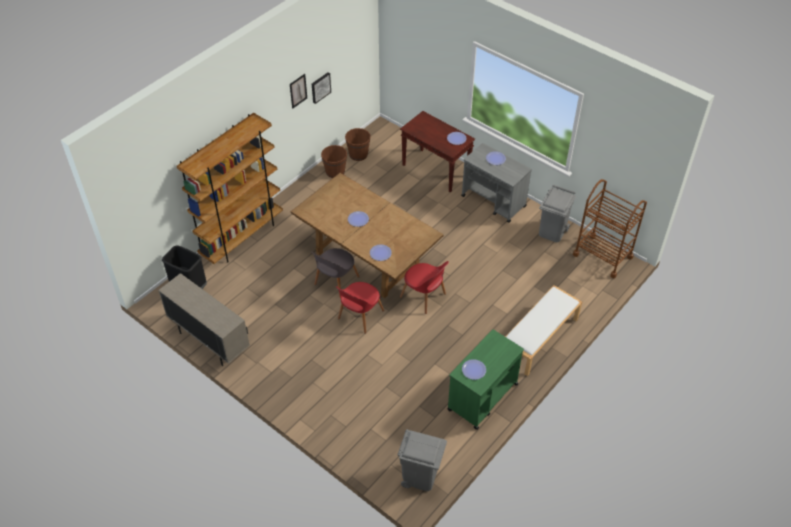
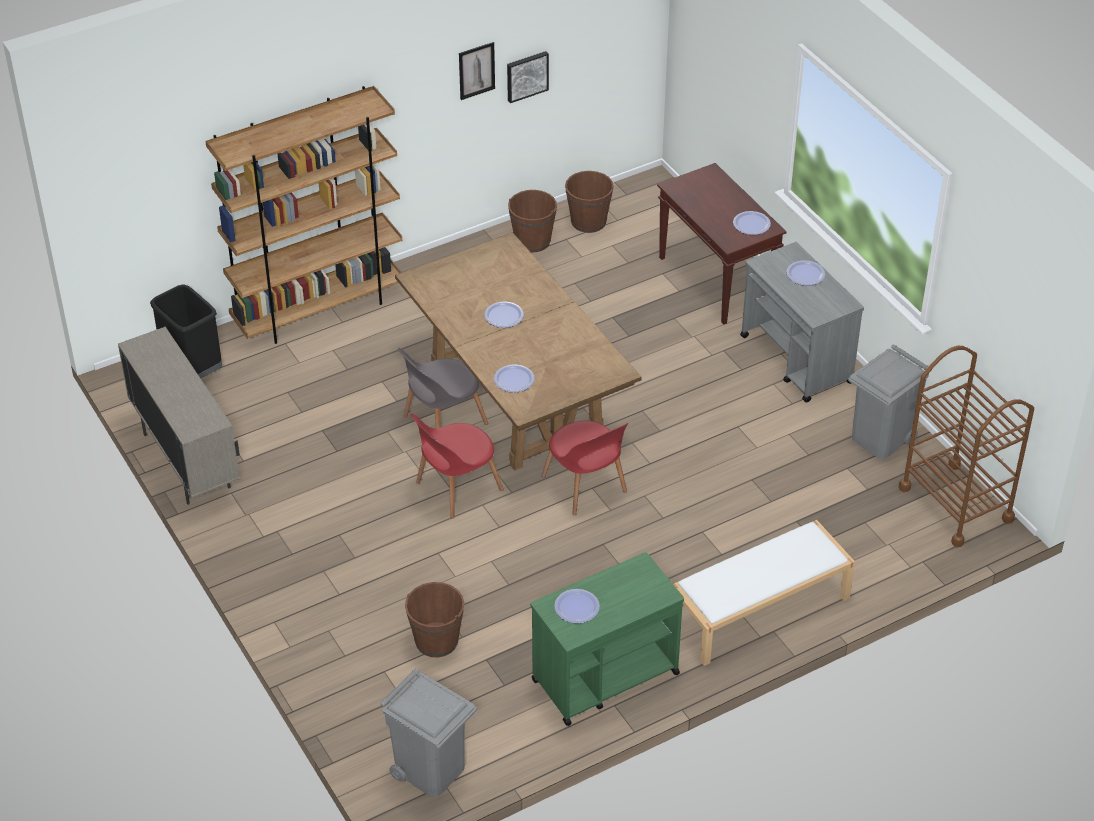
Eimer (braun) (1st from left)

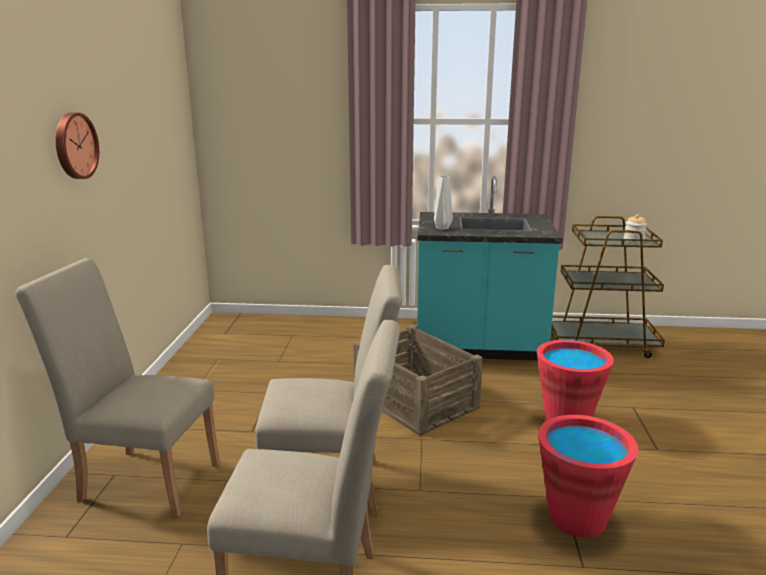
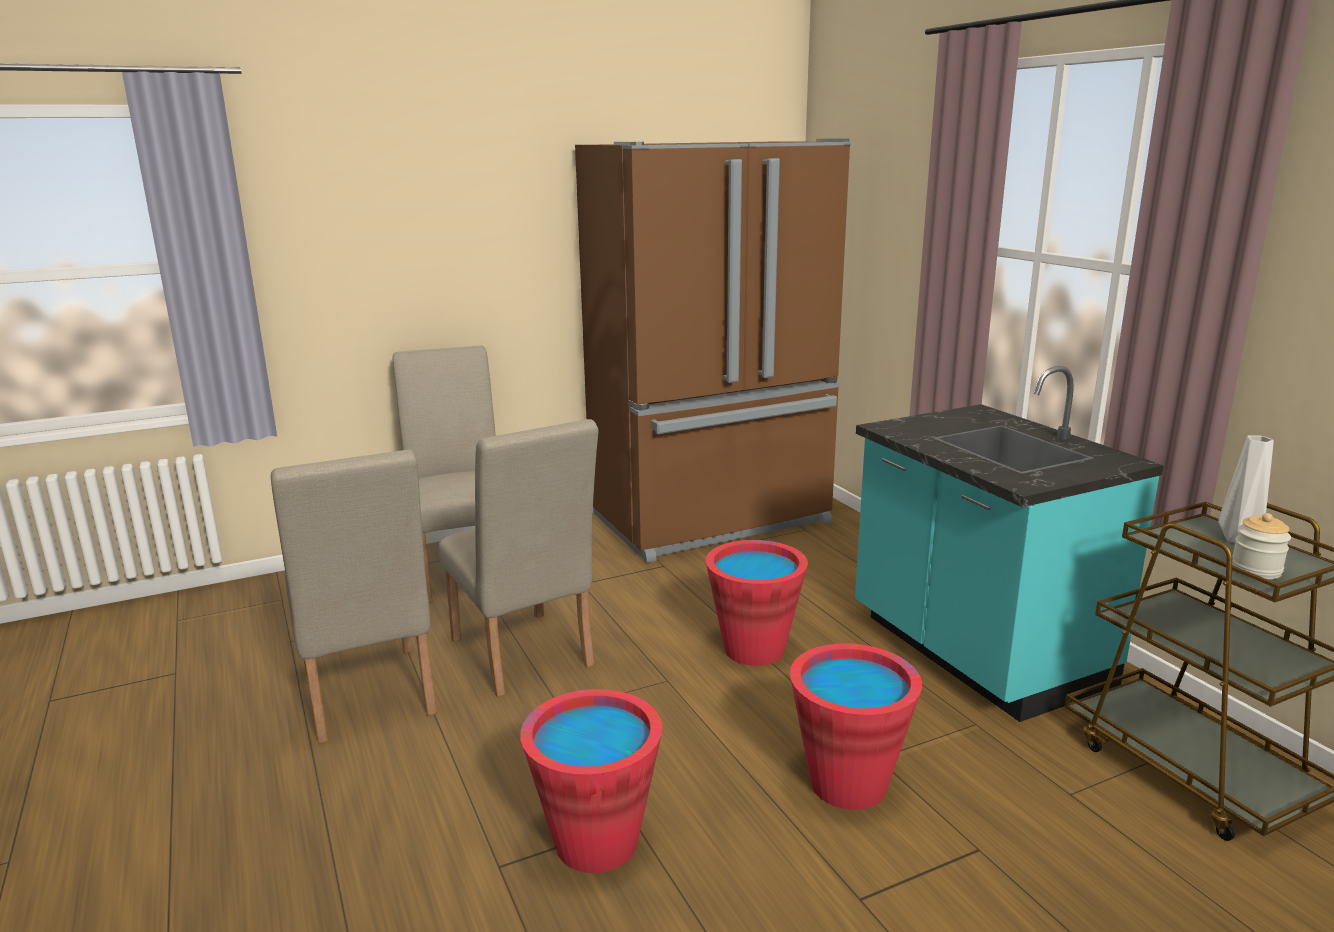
Wanduhr
Vase (grau)
Eimer (rot) (2nd from left)
Kühlschrank (braun)

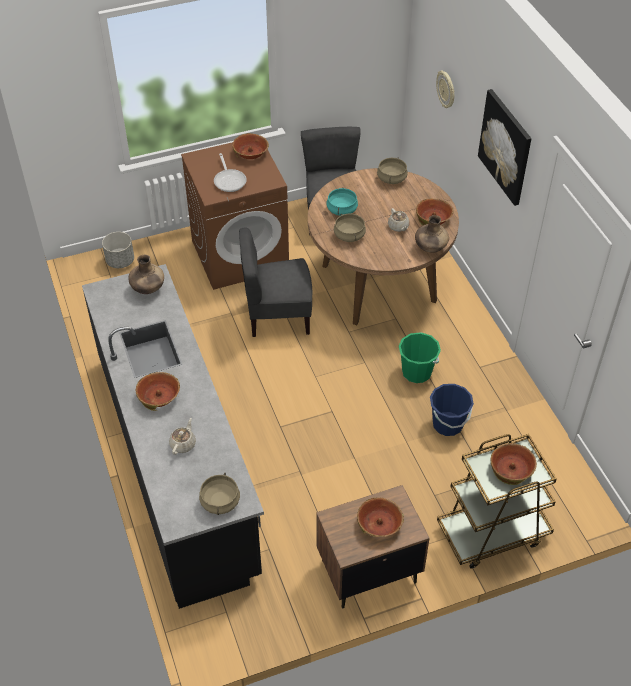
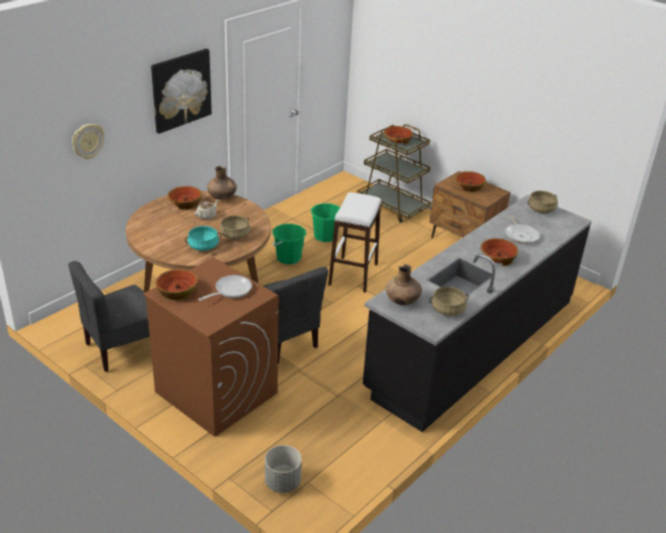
Kochtopf (beige) (2nd from left)
Eimer (grün) (2nd from left)
Pfanne (2nd from left)
Hocker (weiß)

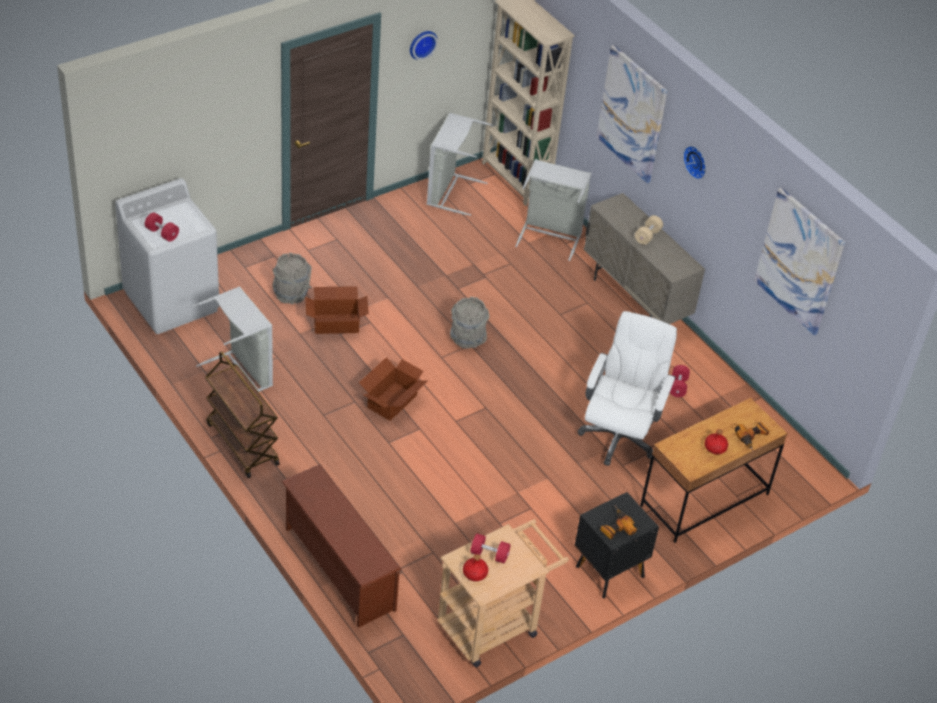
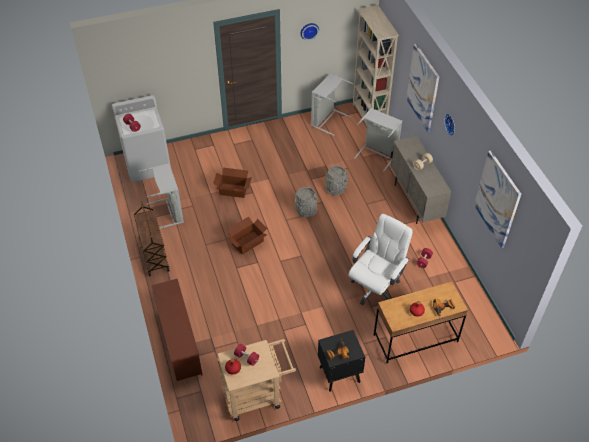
Eimer (grau) (2nd from left)

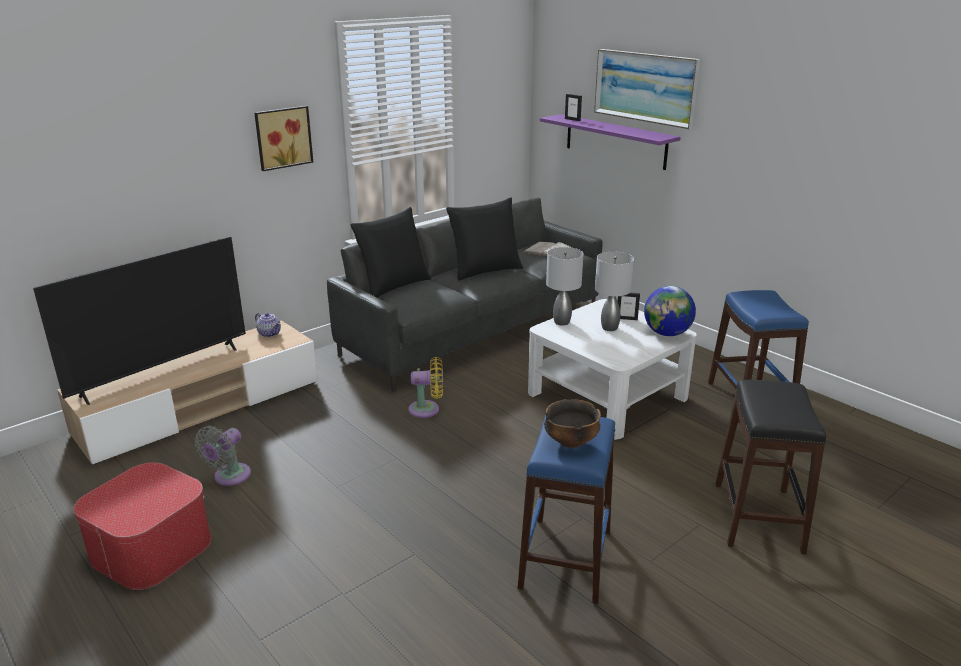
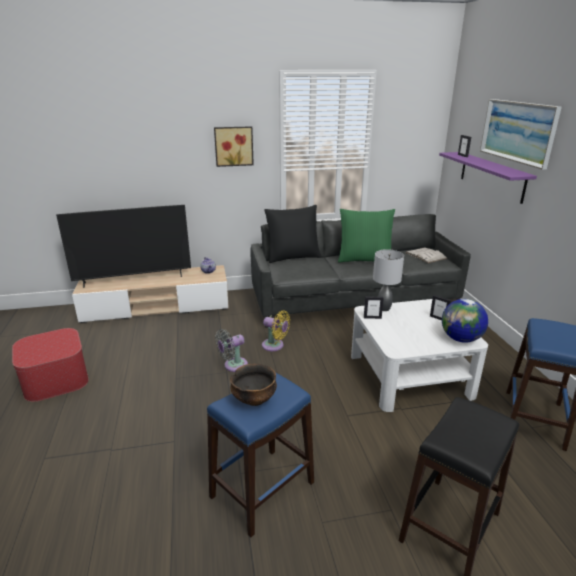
Kissen (grün)
Tischlampe (grau) (2nd from left in the first image)
Ventilator (grau)
Bilderrahmen (1st from left)

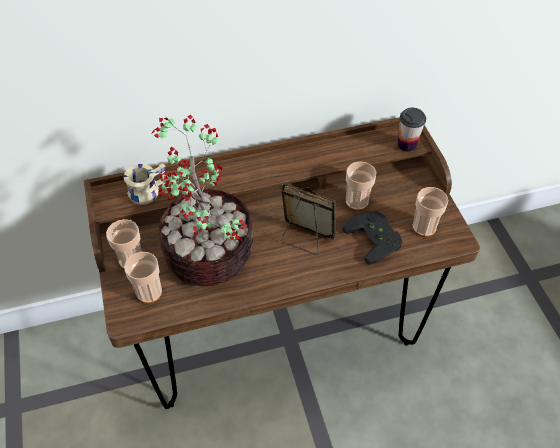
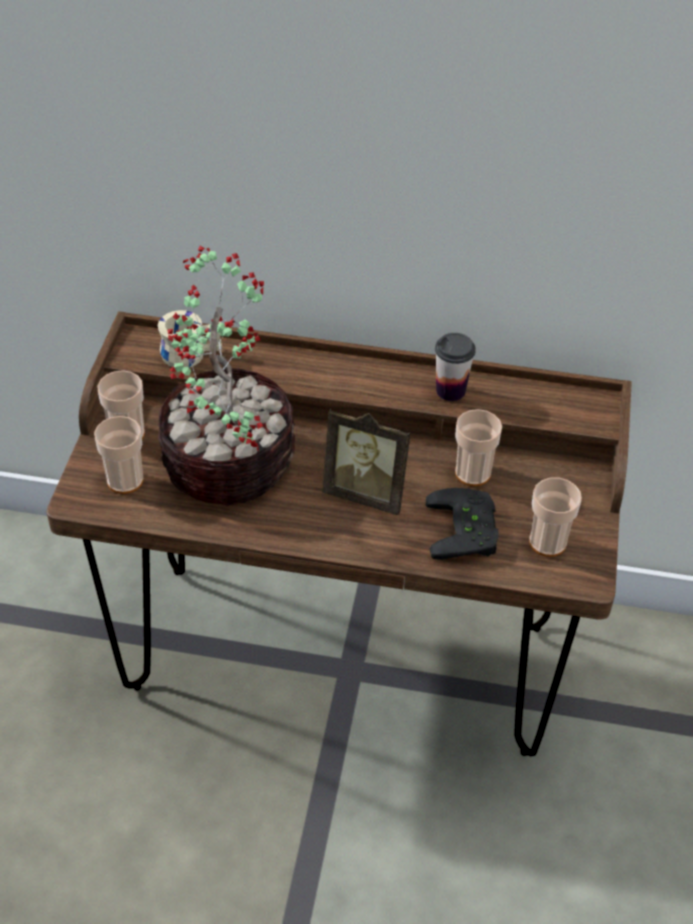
Tasse (3rd from left)
Bilderrahmen

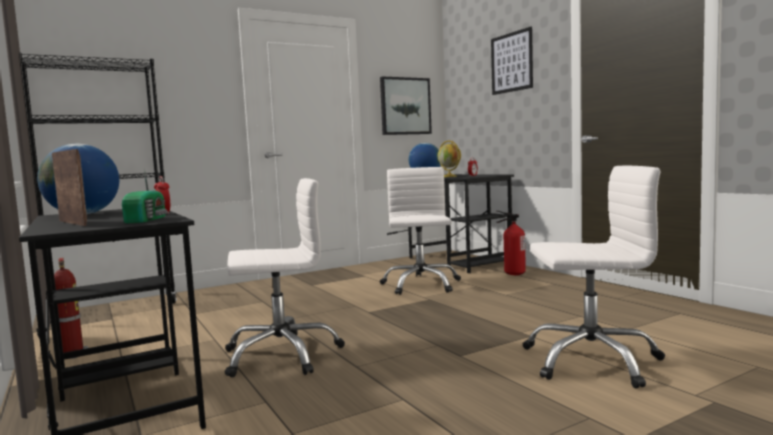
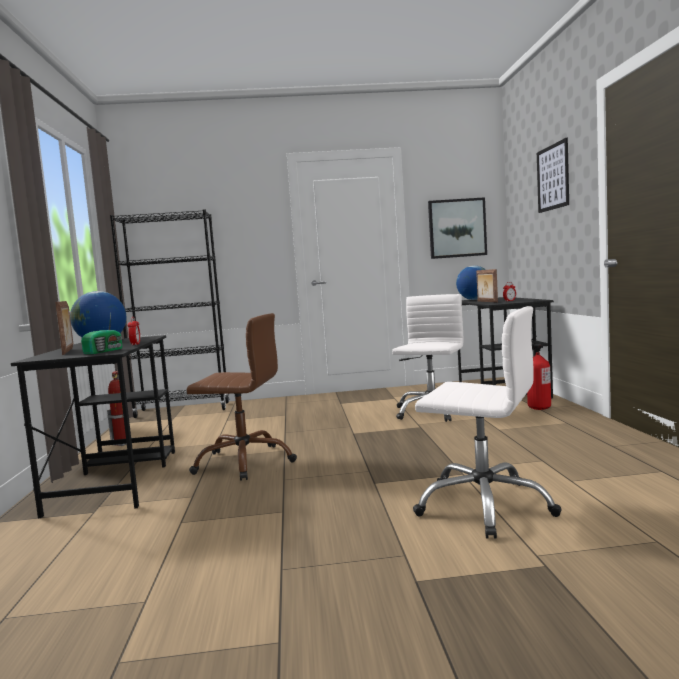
Bilderrahmen (2nd from left)
Bürostuhl (braun)

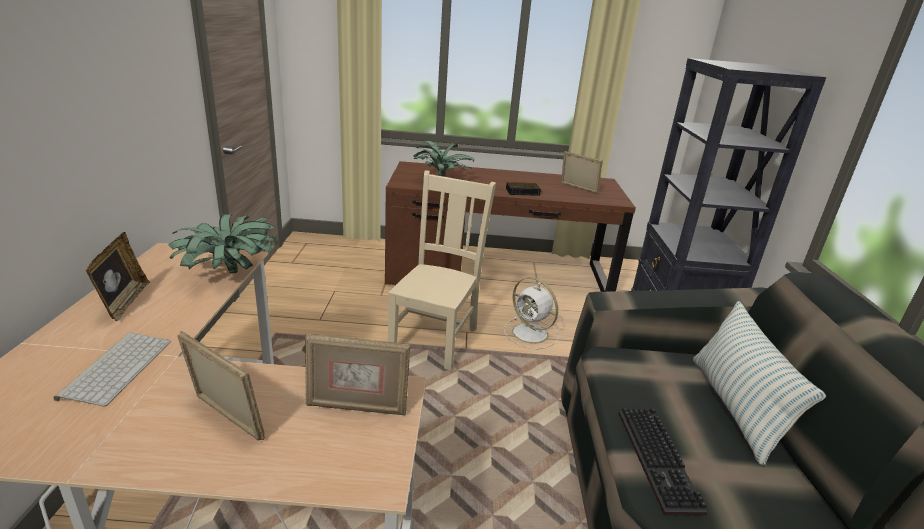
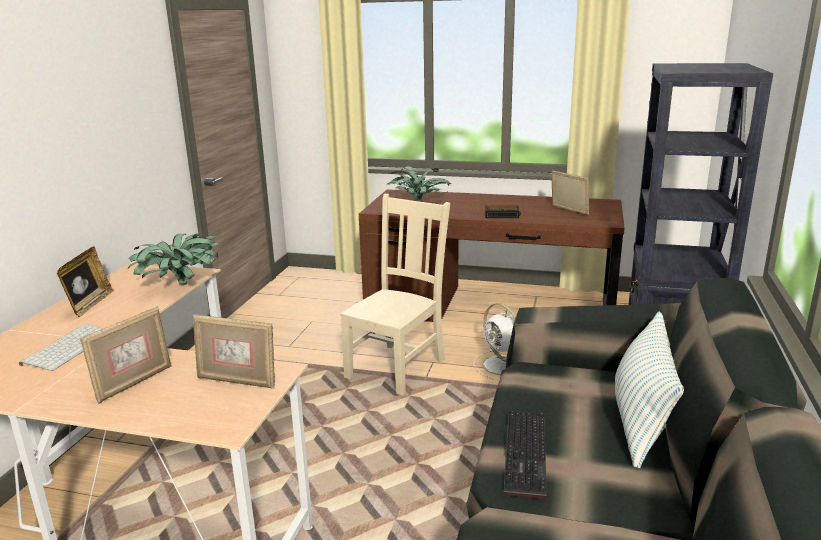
Bilderrahmen (2nd from left)

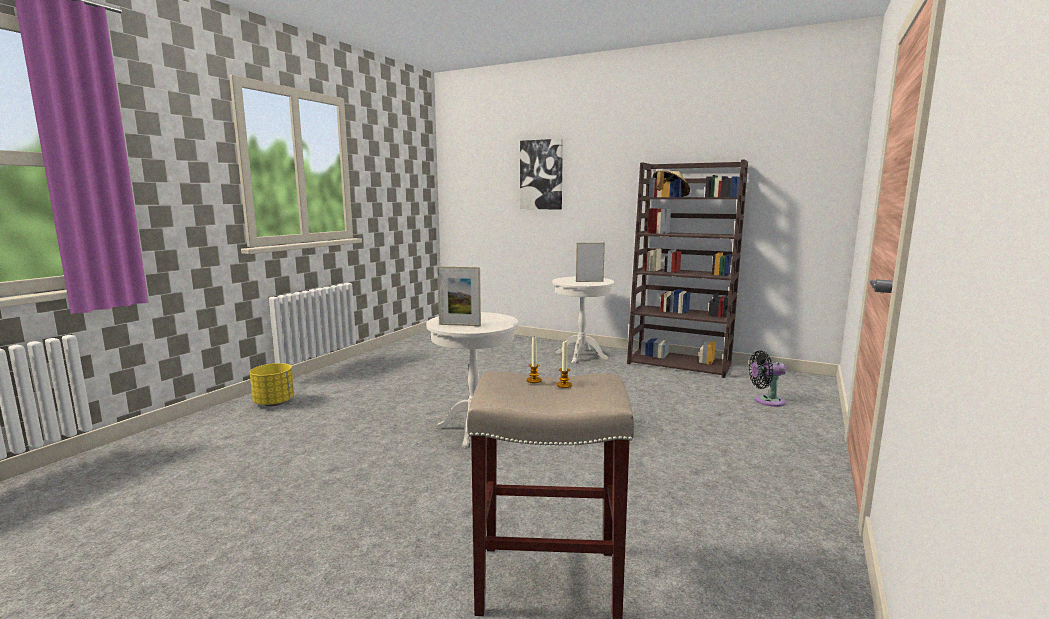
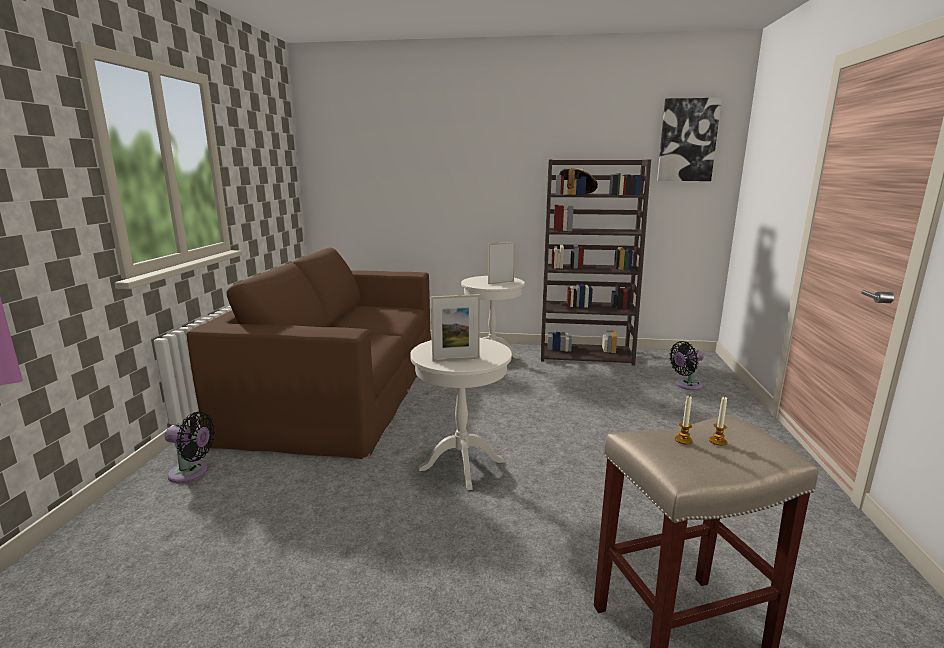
Bild
Ventilator (schwarz) (1st from left)
Sofa (braun)

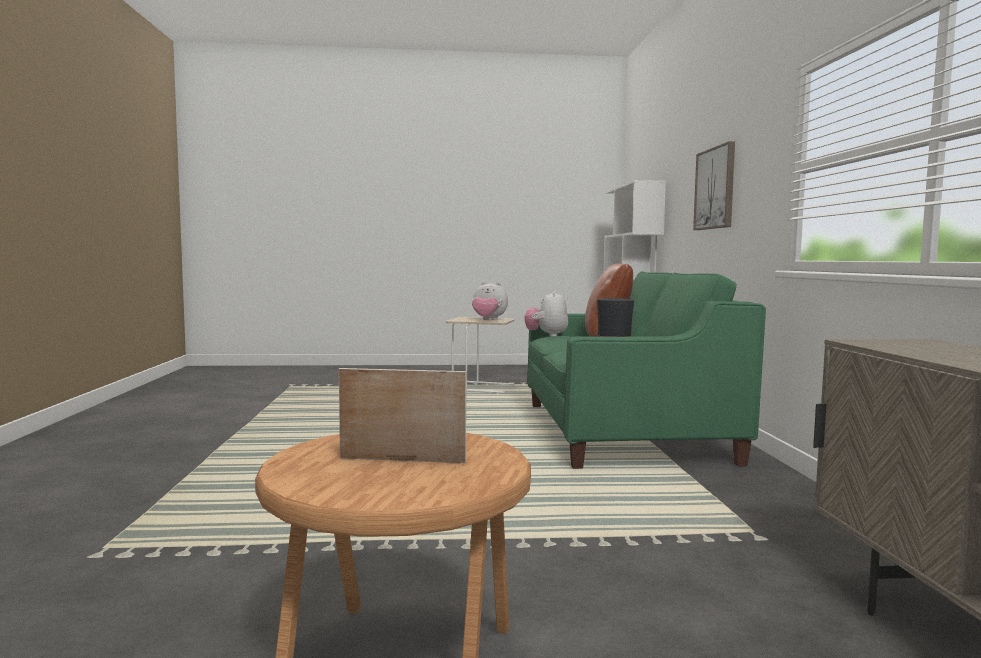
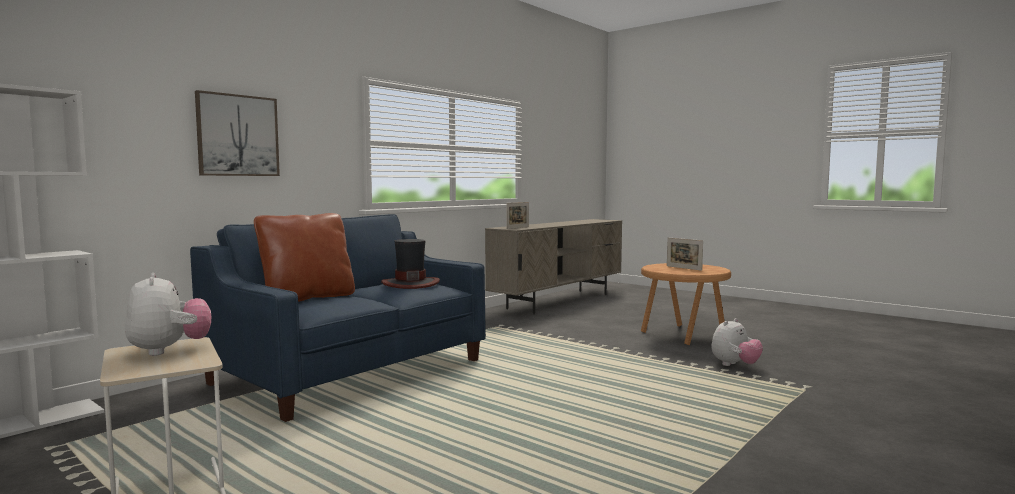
Sofa (blau)
Plüschtier (2nd from left)
Bilderrahmen (1st from left)

